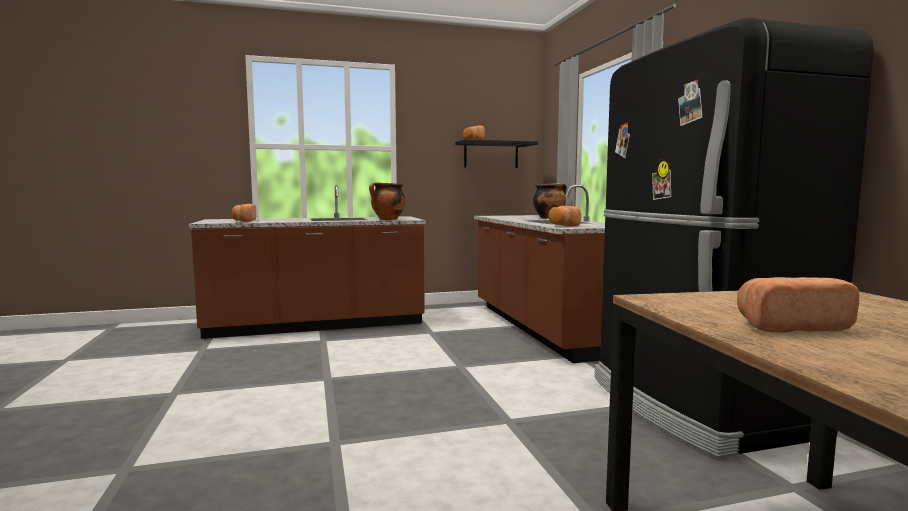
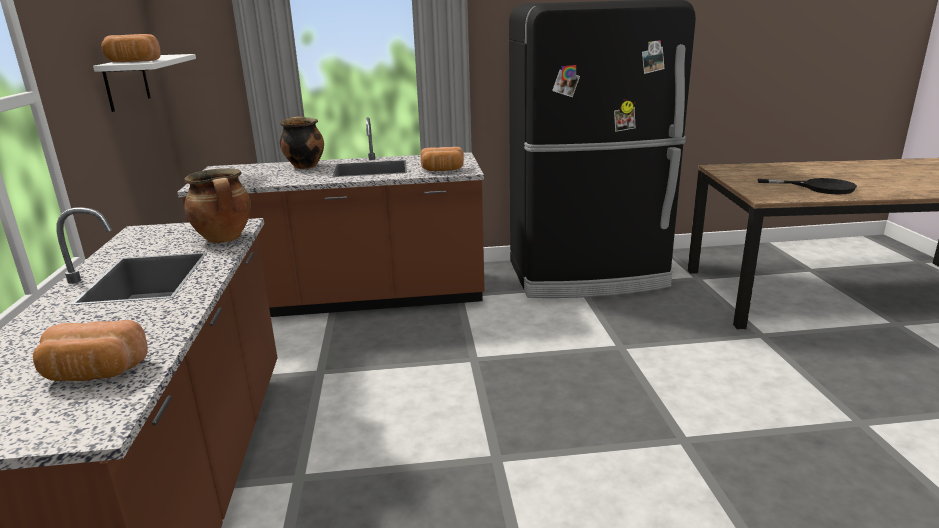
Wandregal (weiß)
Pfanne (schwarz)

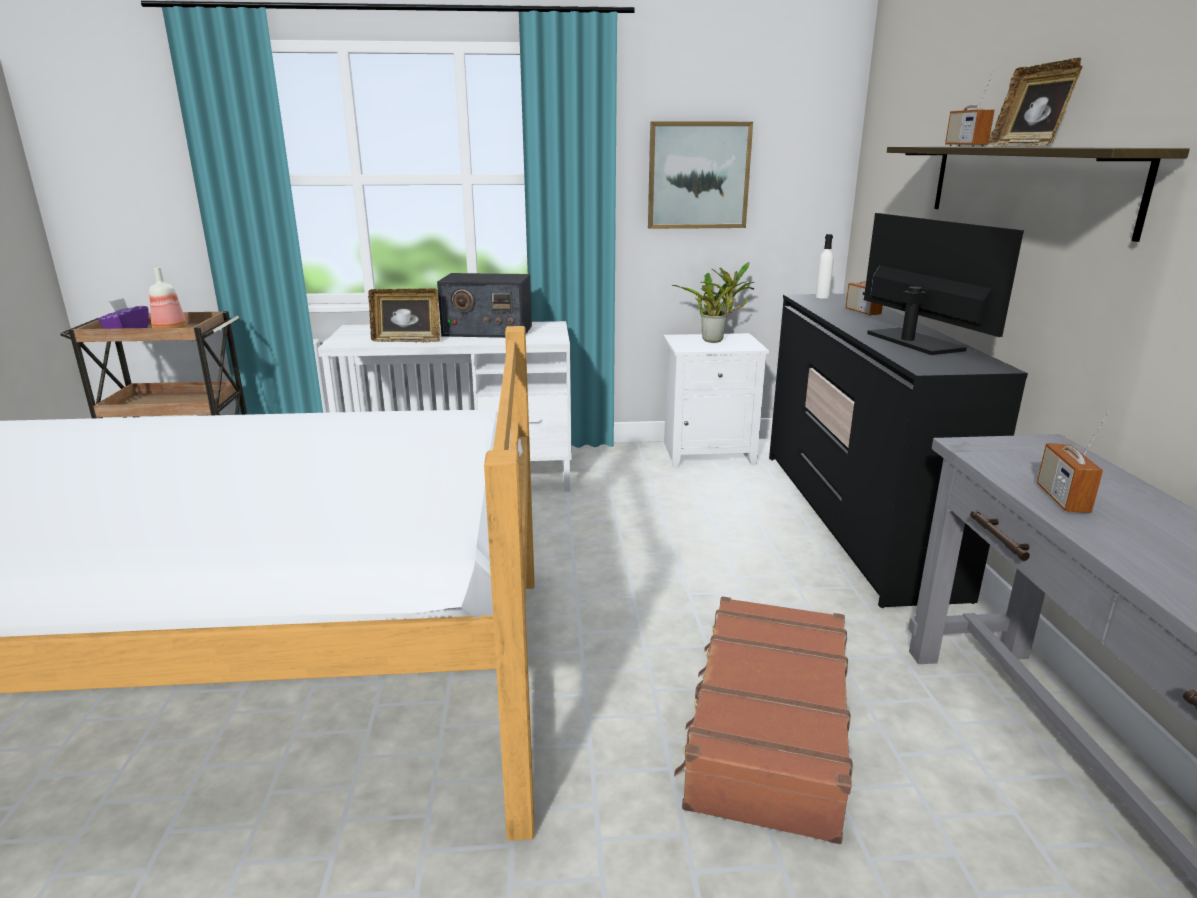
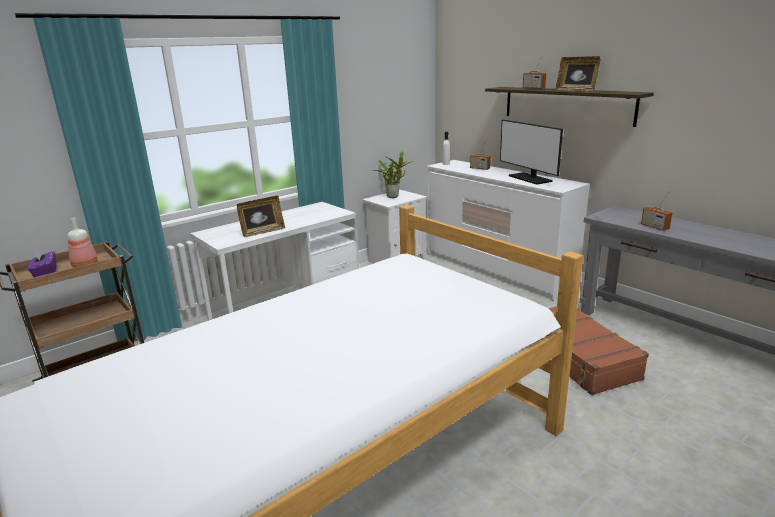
Bild
Monitor
Radio (1st from left in the first image)
Kommode (weiß)

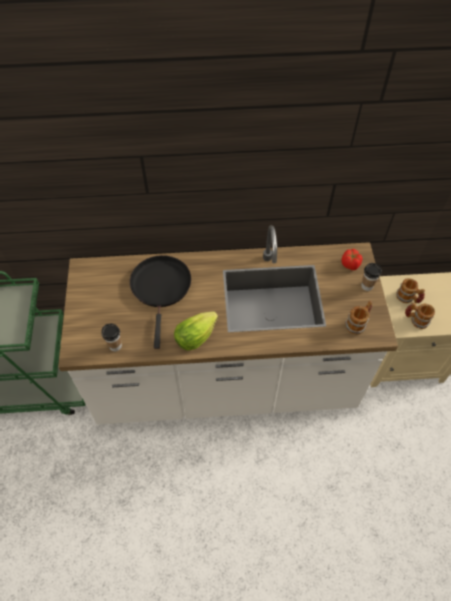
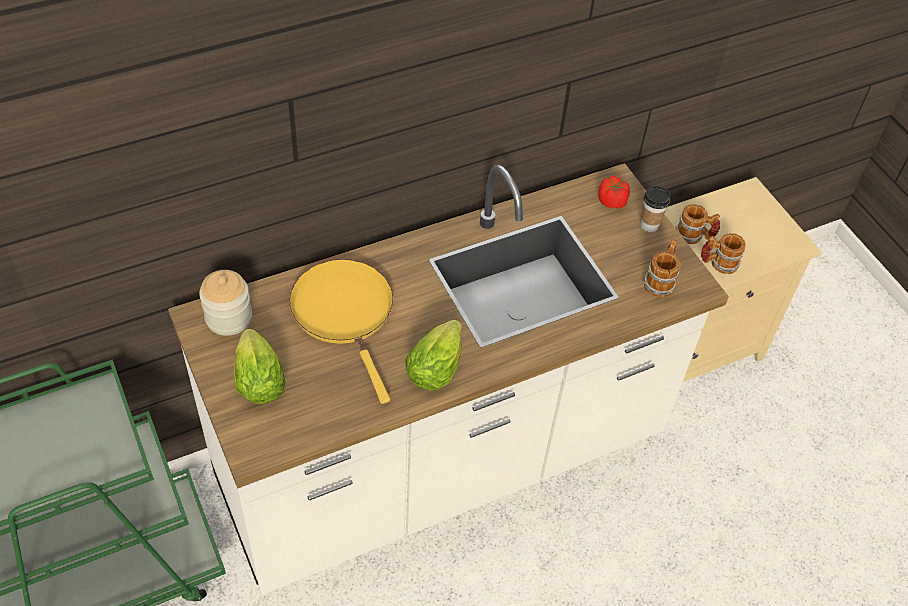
Pfanne (gelb)
Tasse (1st from left in the first image)
Vorratsglas
Salatkopf (1st from left)

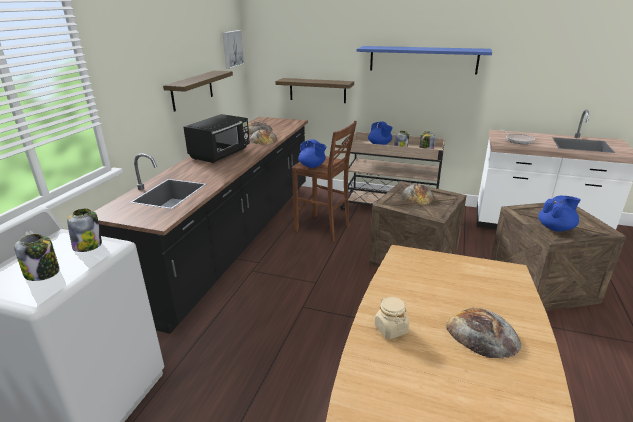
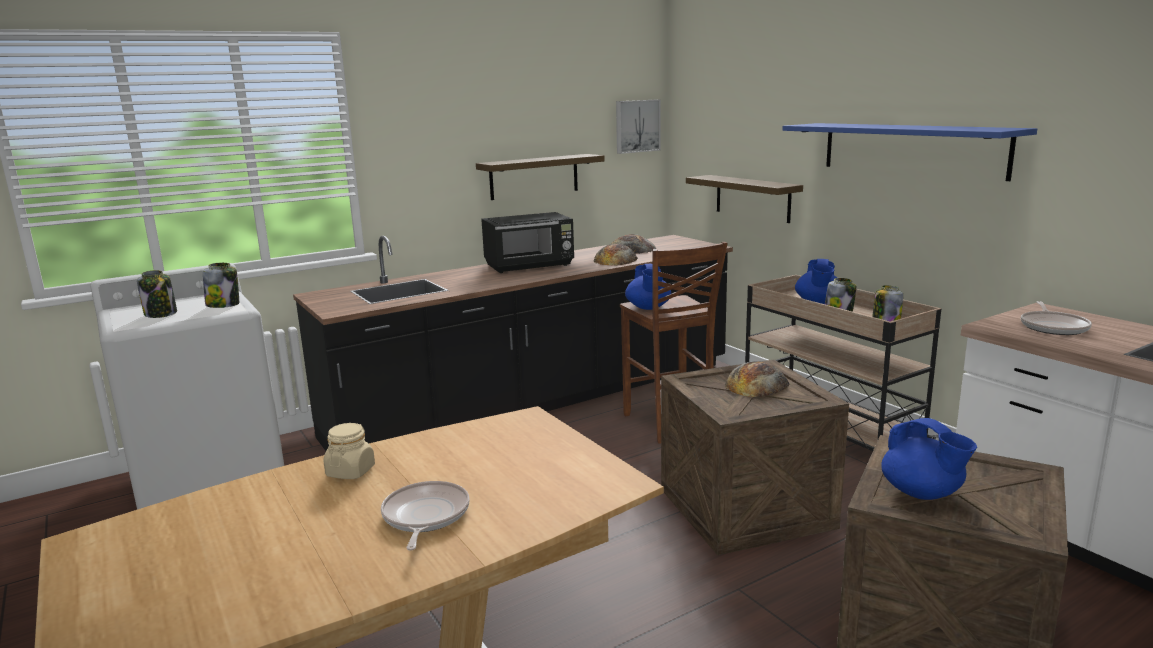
Teekanne (blau) (3rd from left)
Pfanne (1st from left)

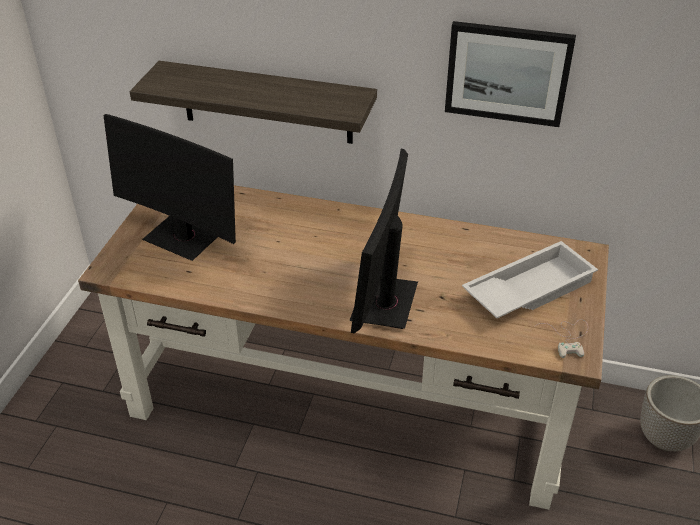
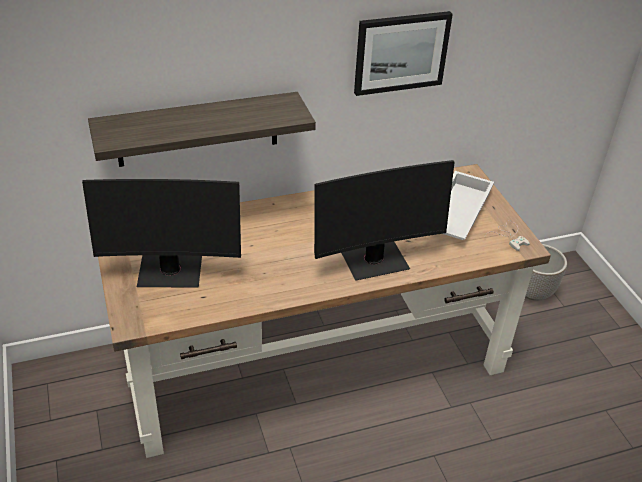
Monitor (2nd from left)

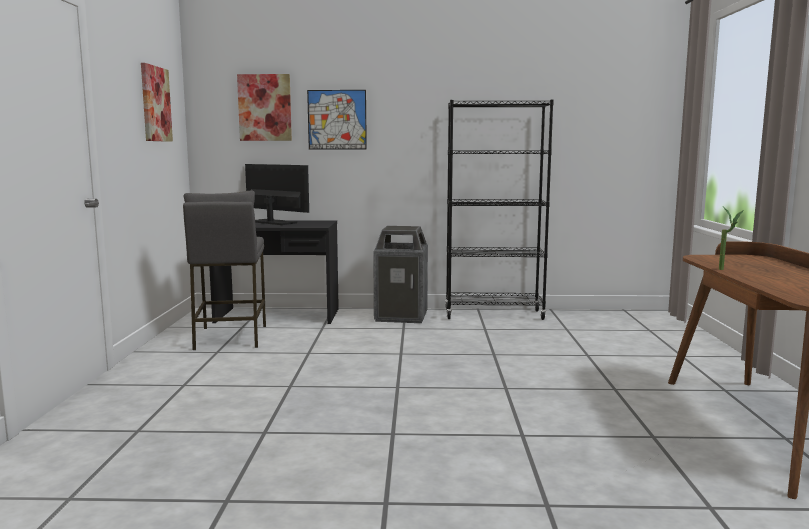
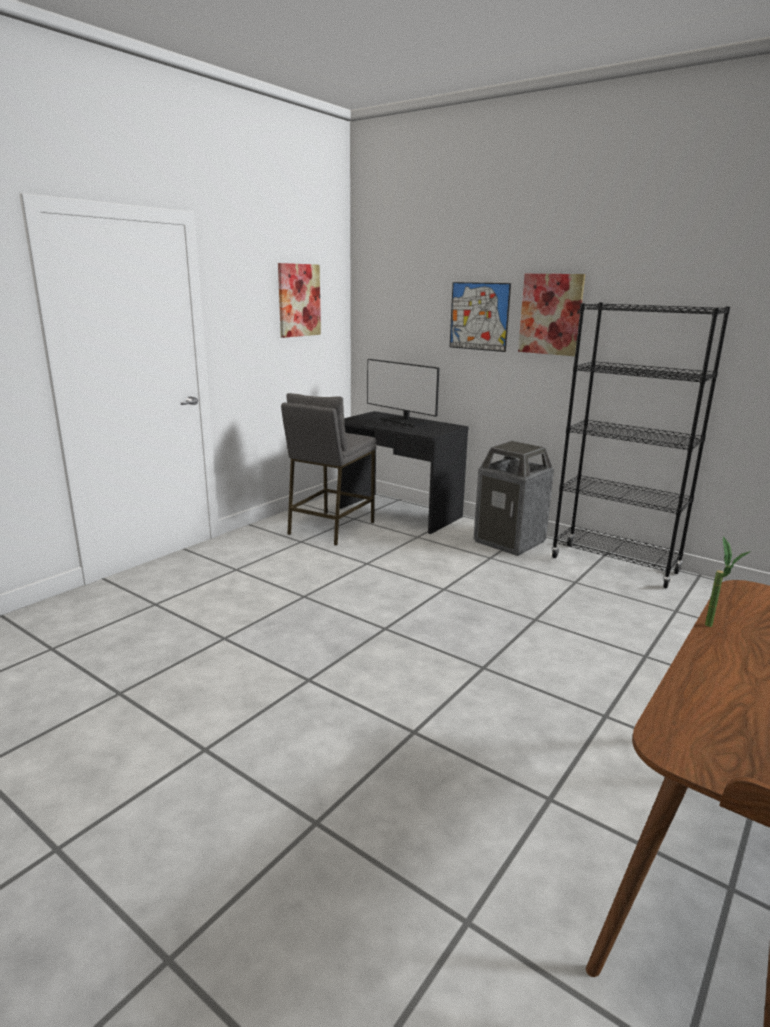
Bild (3rd from left)
Monitor

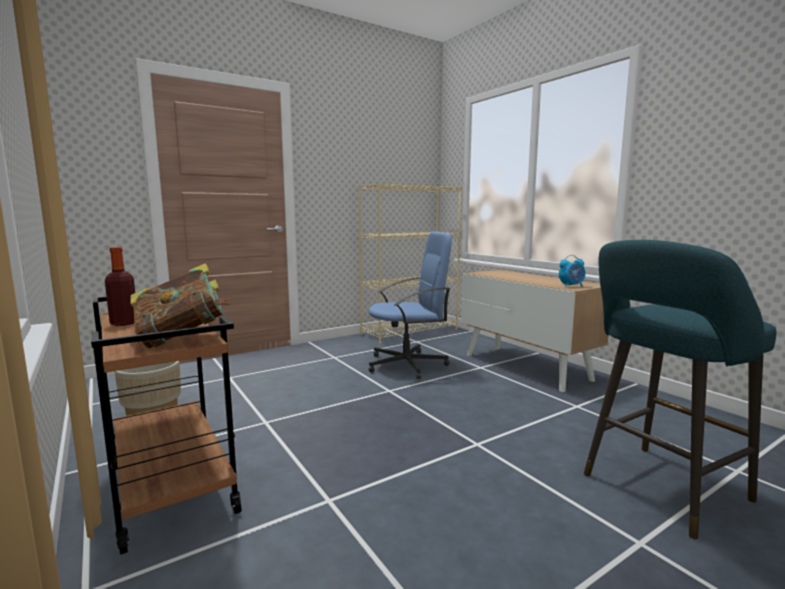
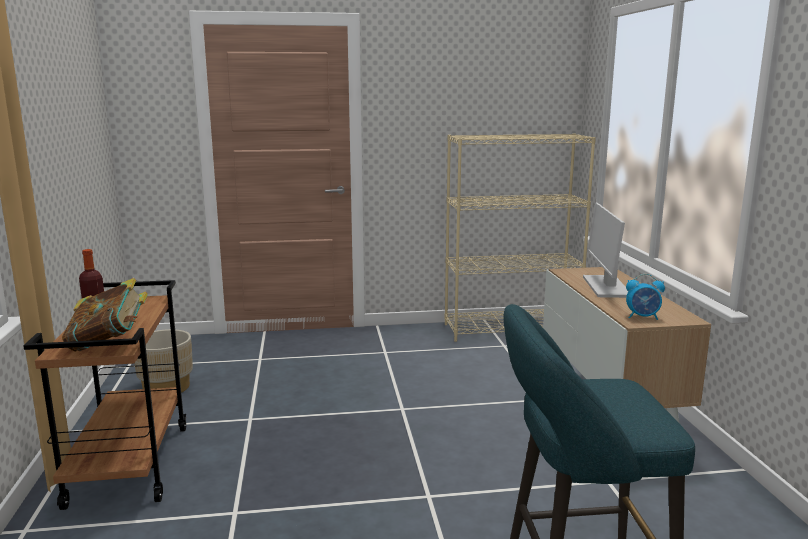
Bürostuhl (blau)
Monitor

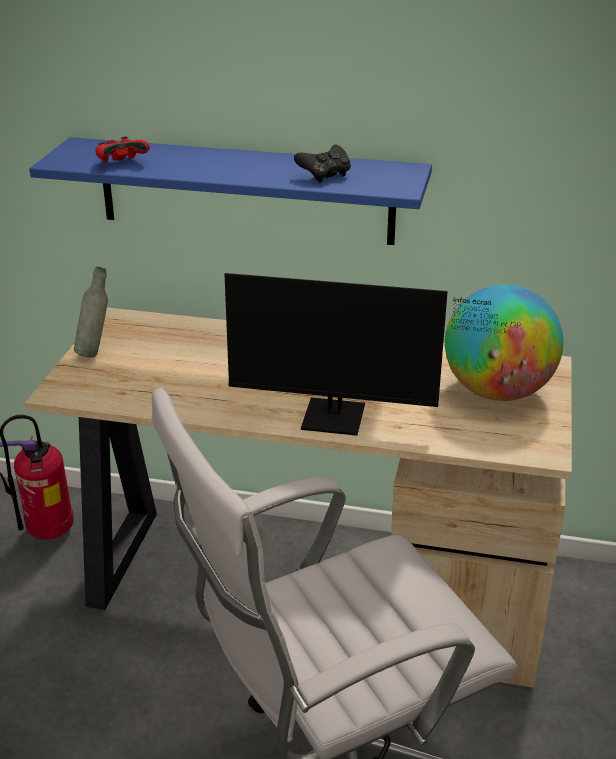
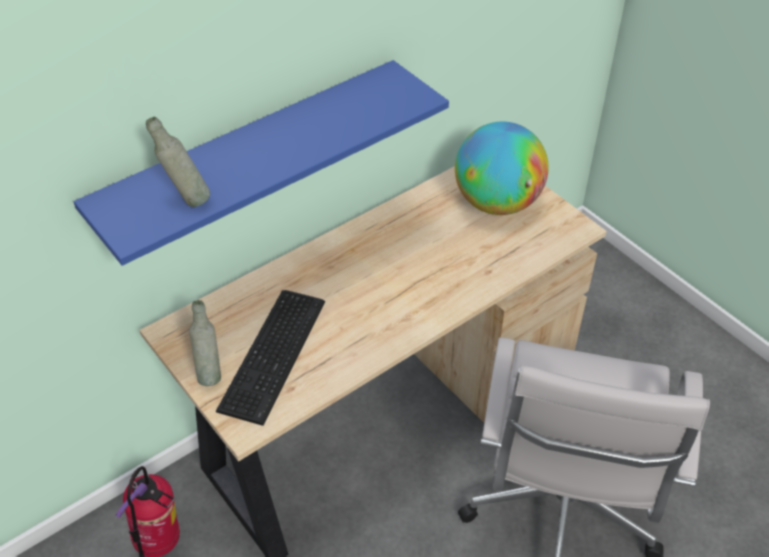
Flasche (grau) (1st from left)
Gamepad (schwarz)
Monitor
Tastatur

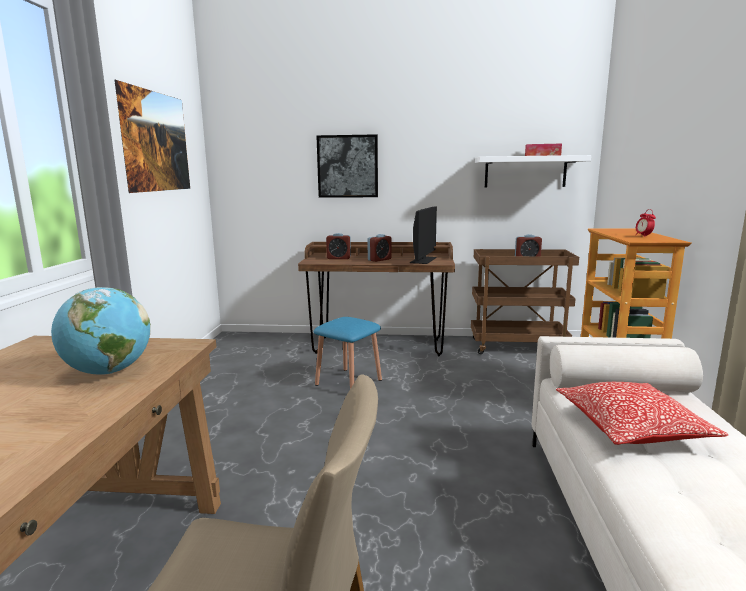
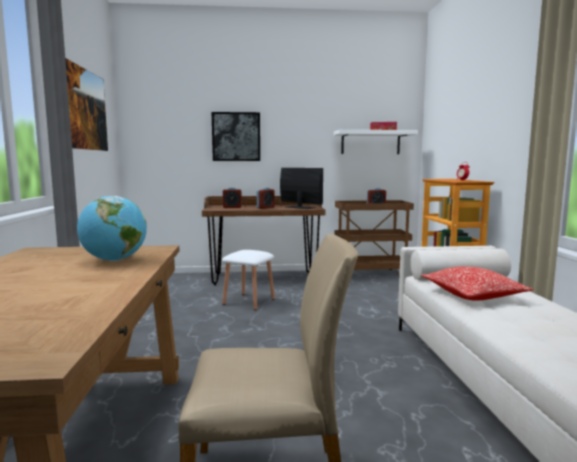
Monitor
Hocker (weiß)

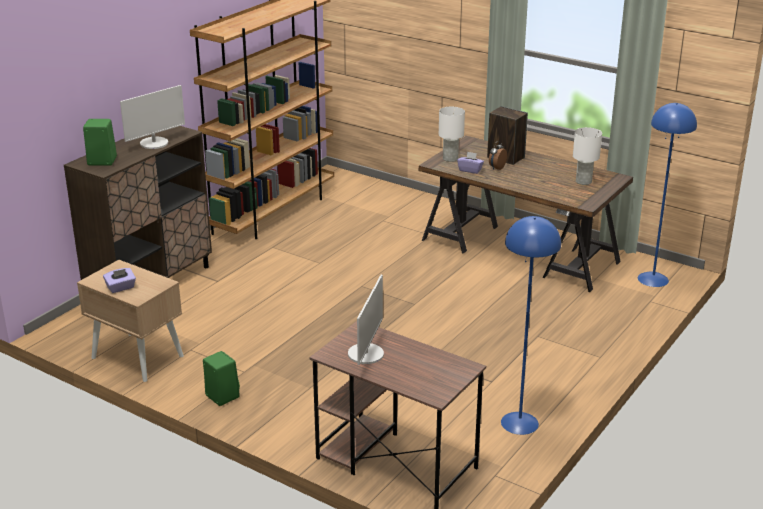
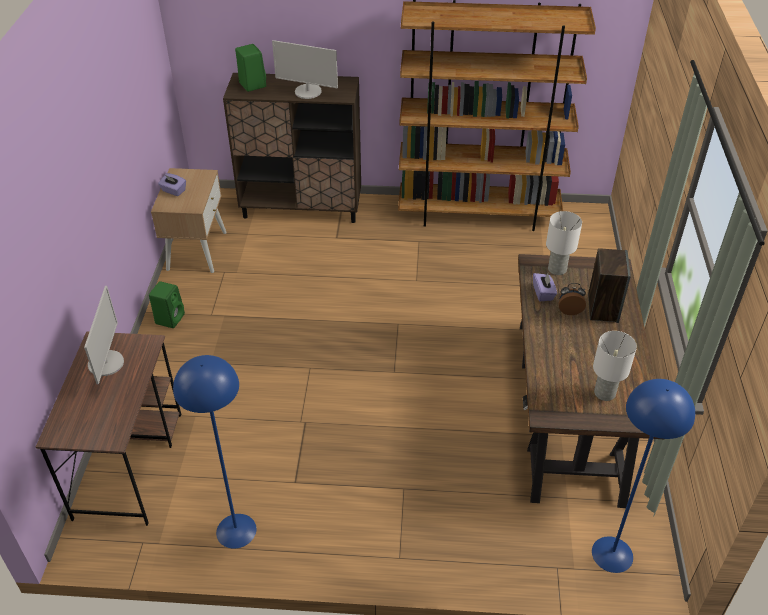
Monitor (1st from left)

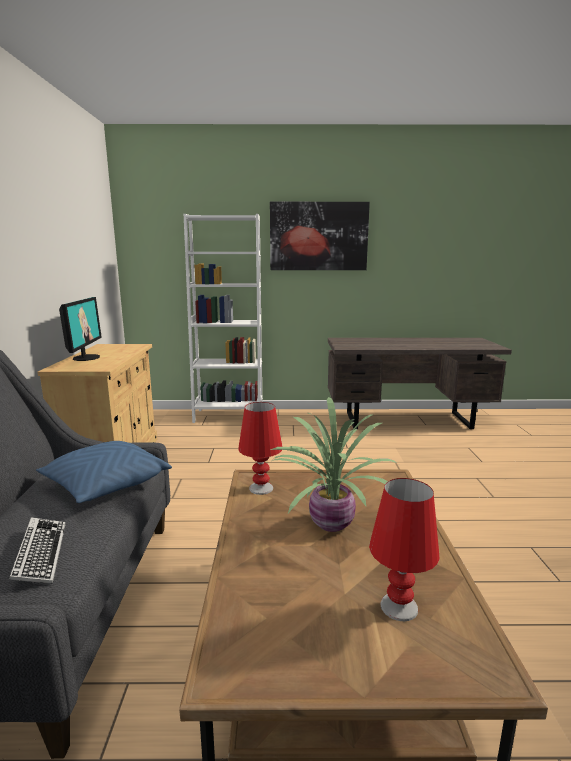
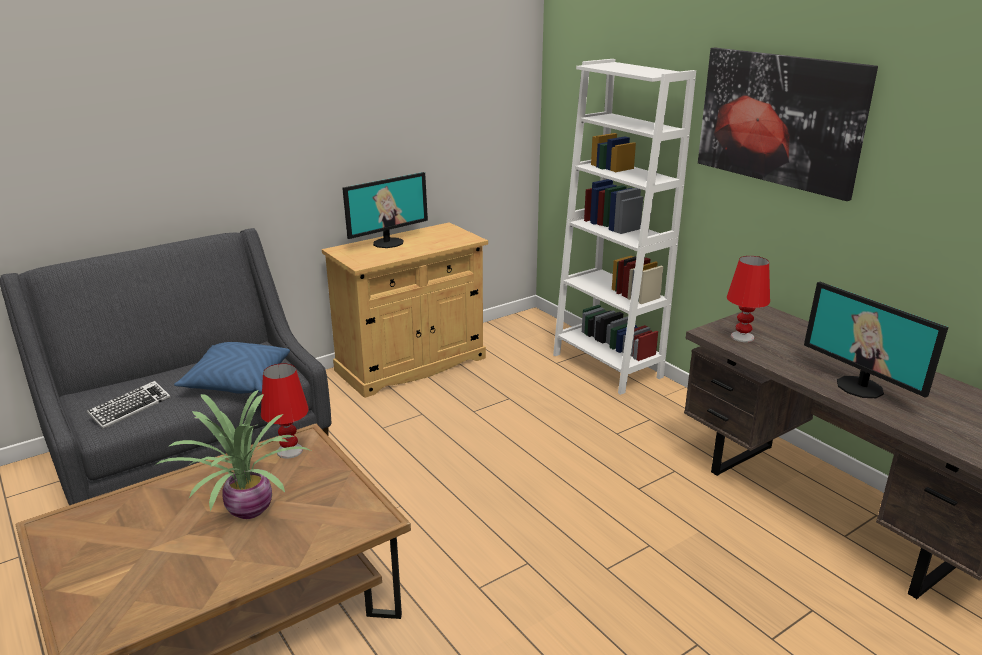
Tischlampe (rot) (2nd from left)
Monitor (2nd from left)

